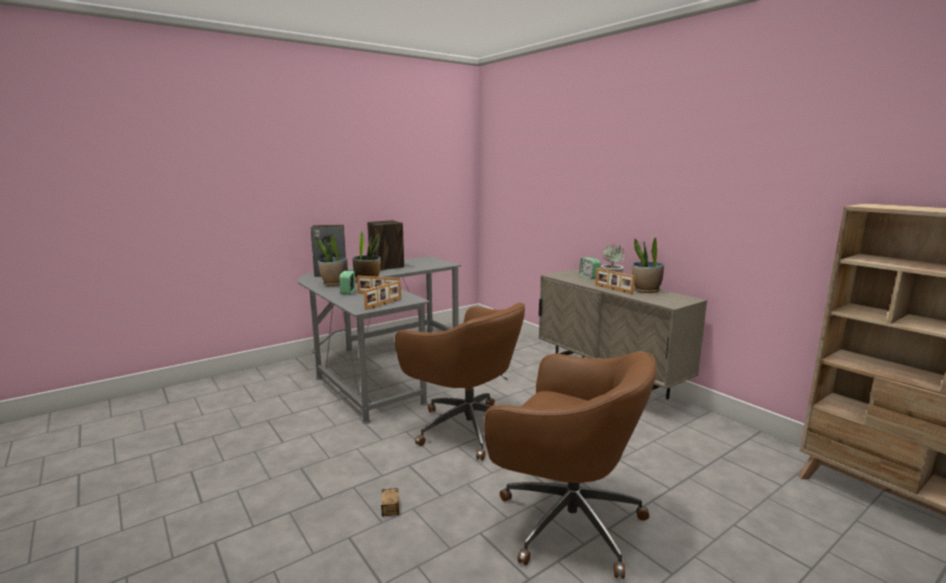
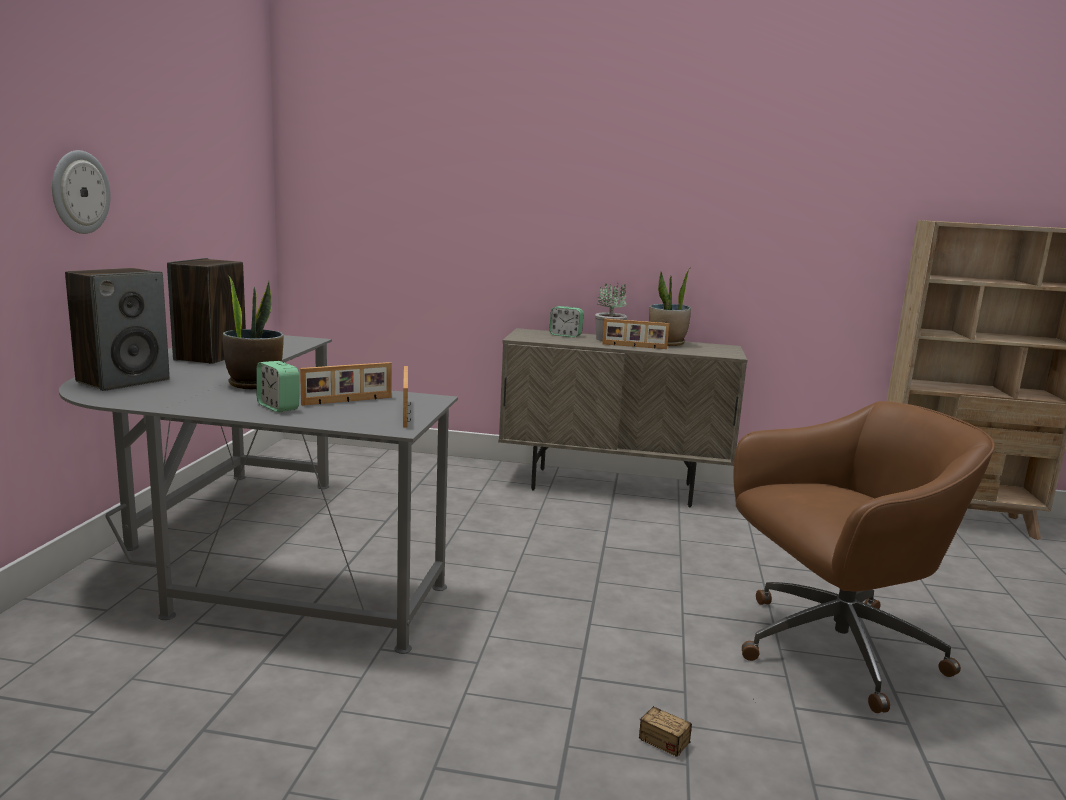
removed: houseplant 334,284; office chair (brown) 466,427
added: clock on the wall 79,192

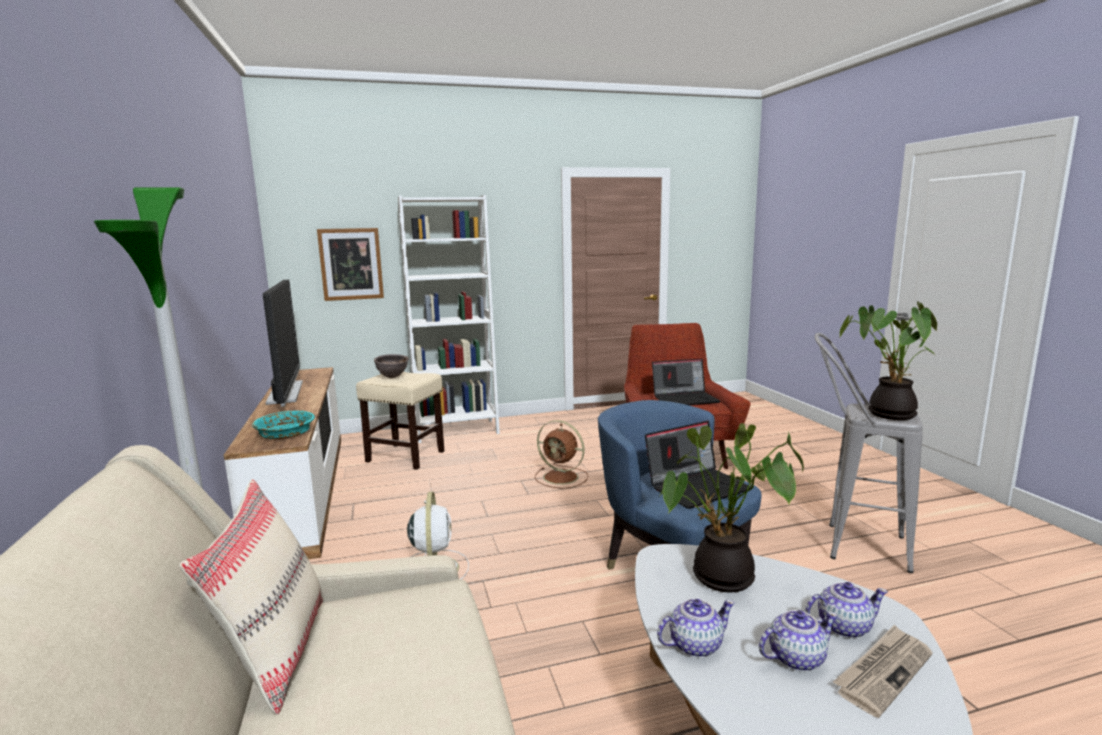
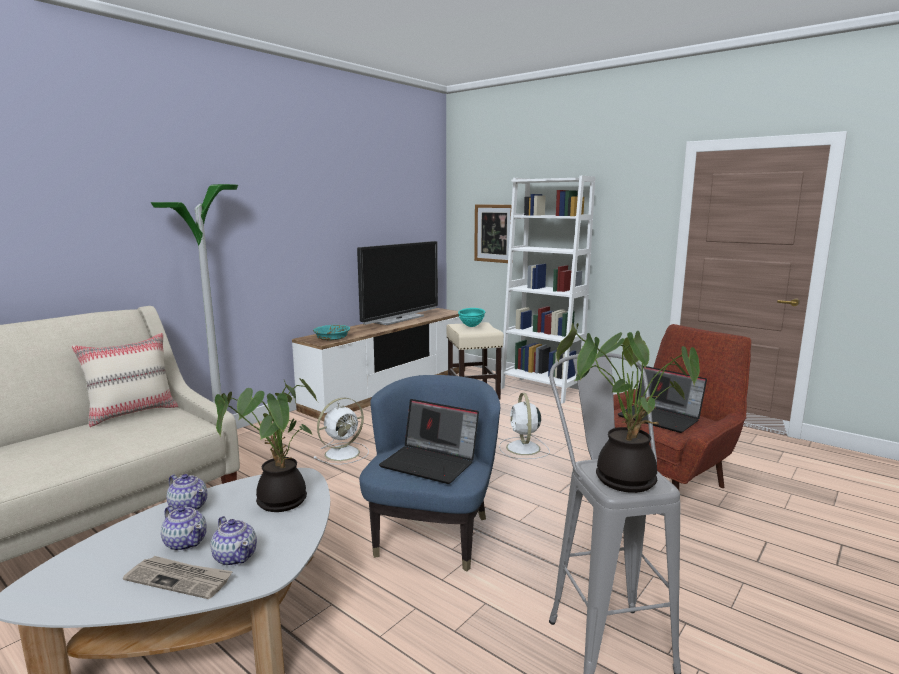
recoloured: serving bowl (brown) 392,377 to serving bowl (blue-green) 471,326; fan (brown) 562,477 to fan (white-coloured) 523,449

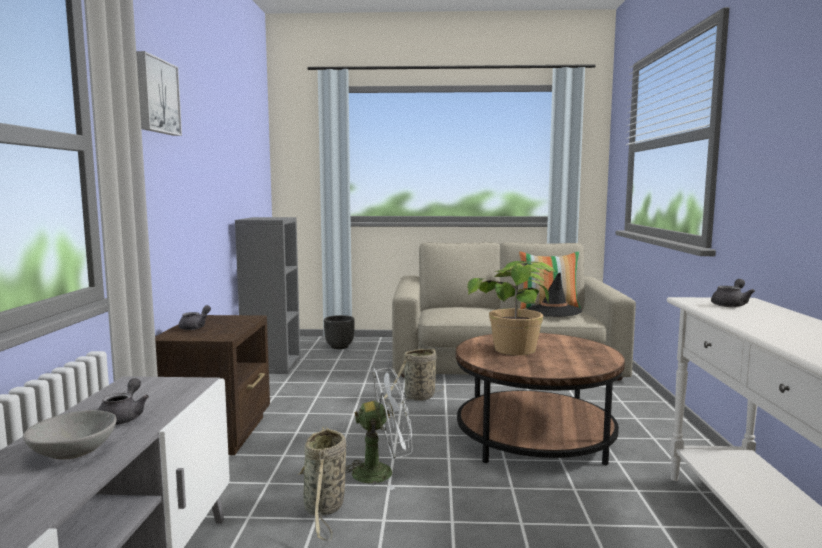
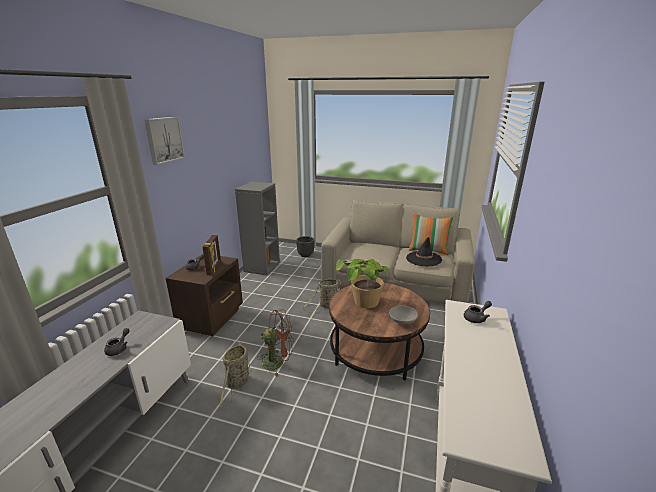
added: photo frame 214,268
moved: serving bowl (greyish) 74,452 to 403,321
recoloured: fan (white-coloured) 381,472 to fan (brown) 278,362

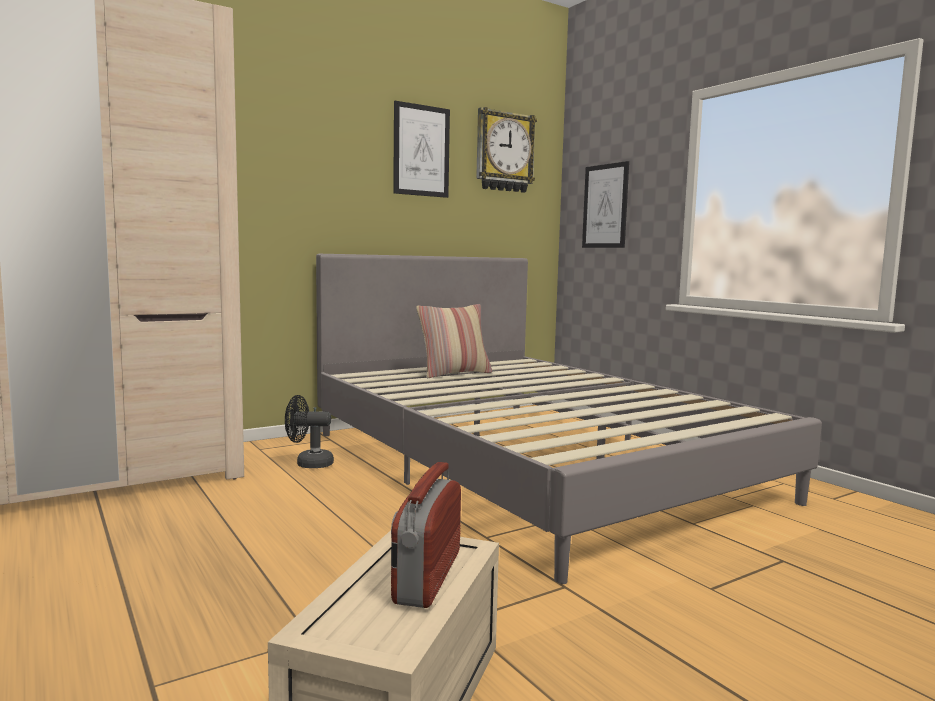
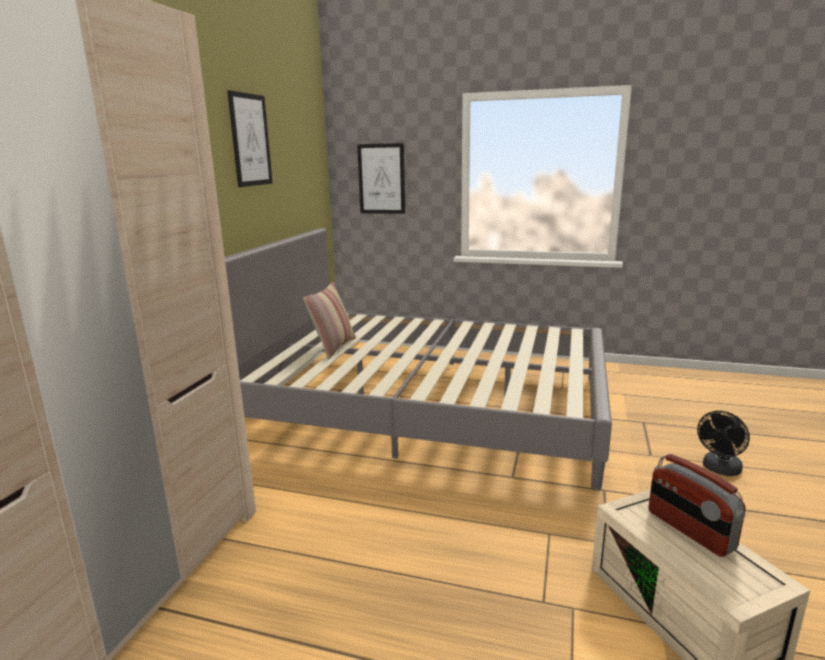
removed: clock on the wall 504,152
moved: fan (black-coloured) 308,464 to 719,470

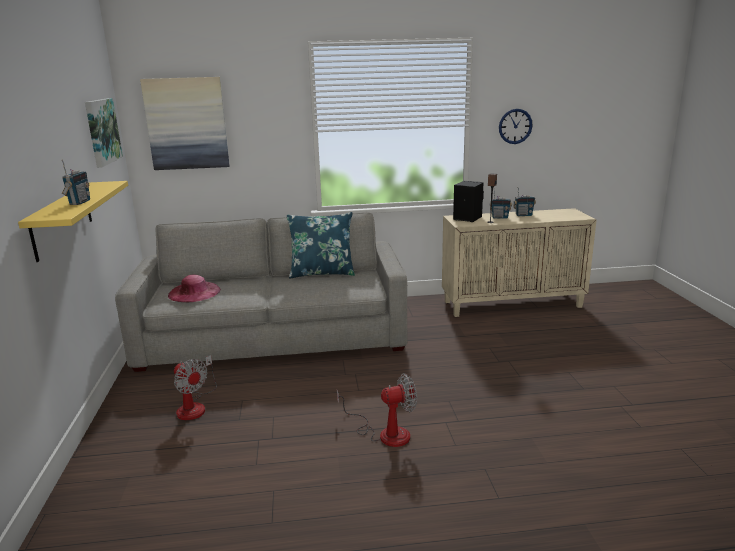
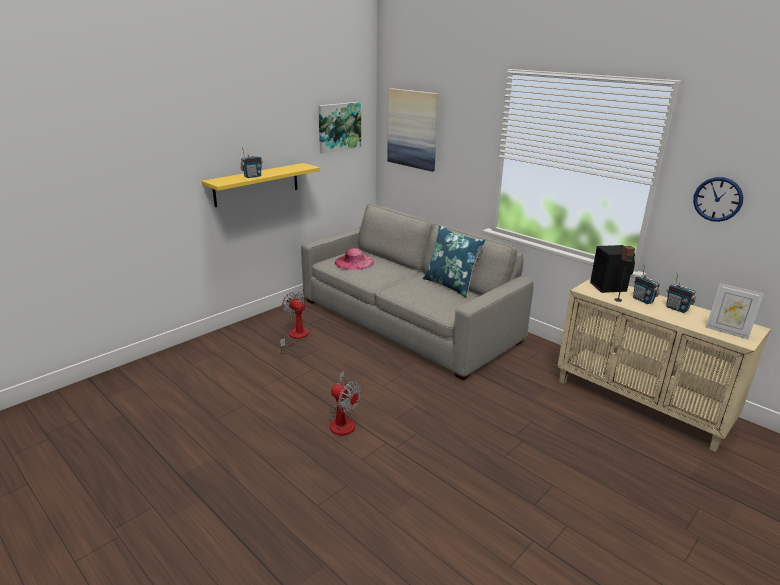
added: photo frame 727,331
turned: fan 195,406 = 296,337 135 degrees clockwise

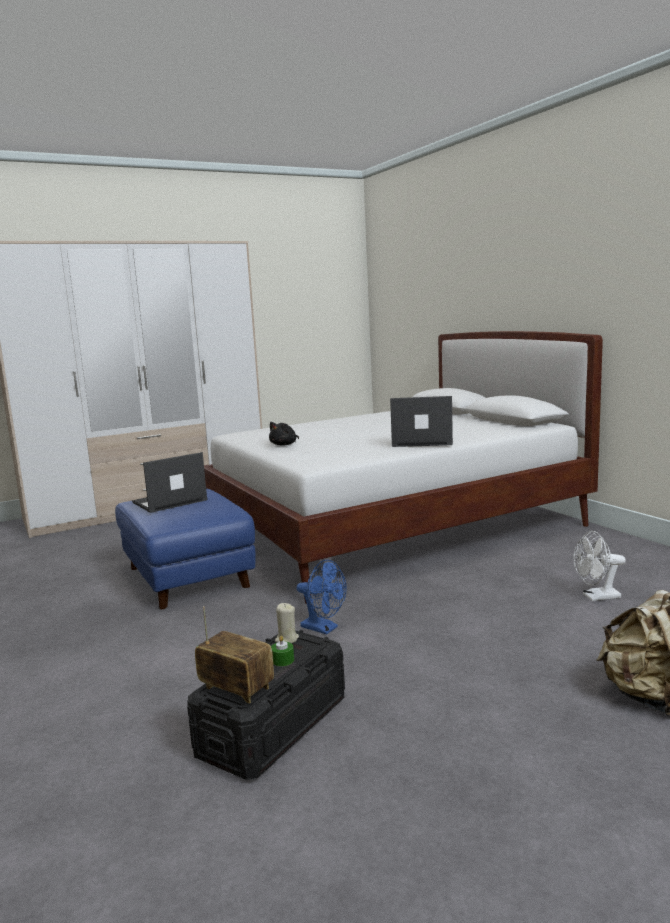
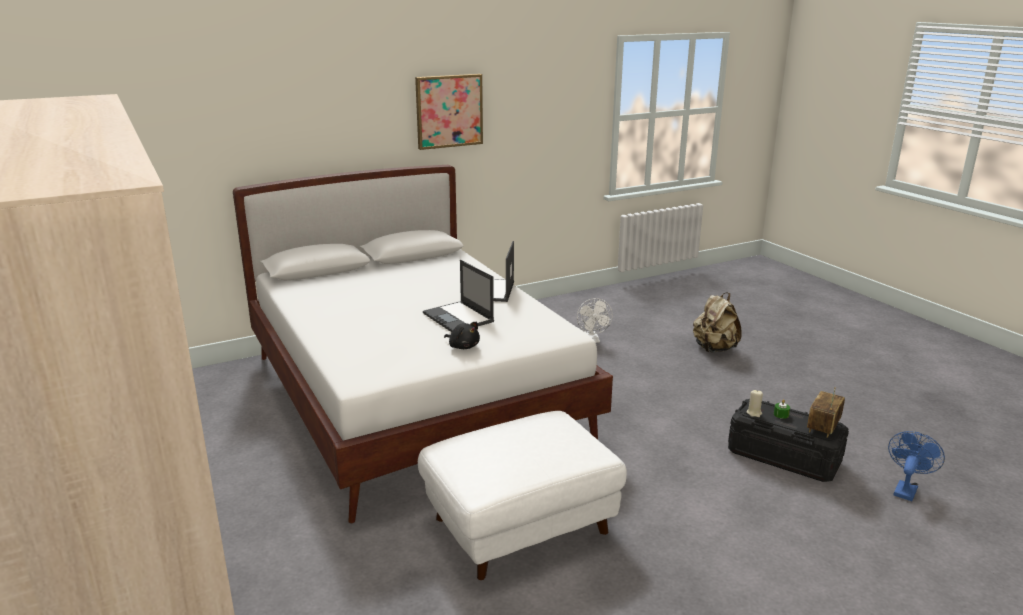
added: wall picture 449,111
moved: notebook computer 169,501 to 459,317; fan (blue-coloured) 324,628 to 906,489
recoloured: ottoman (blue-coloured) 189,577 to ottoman (white-coloured) 520,524

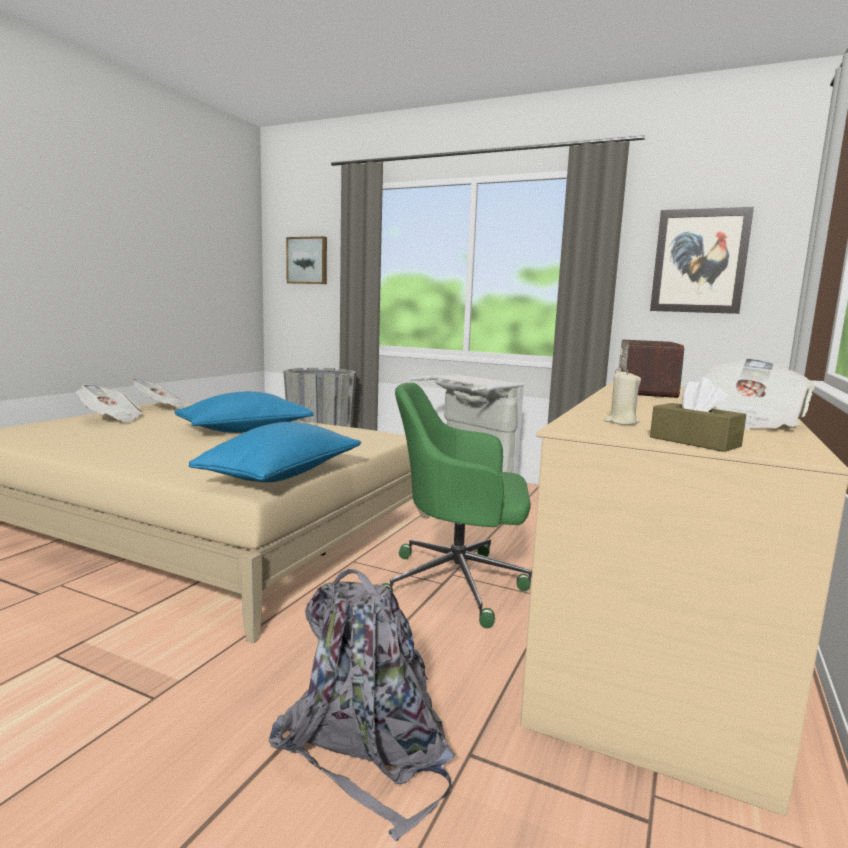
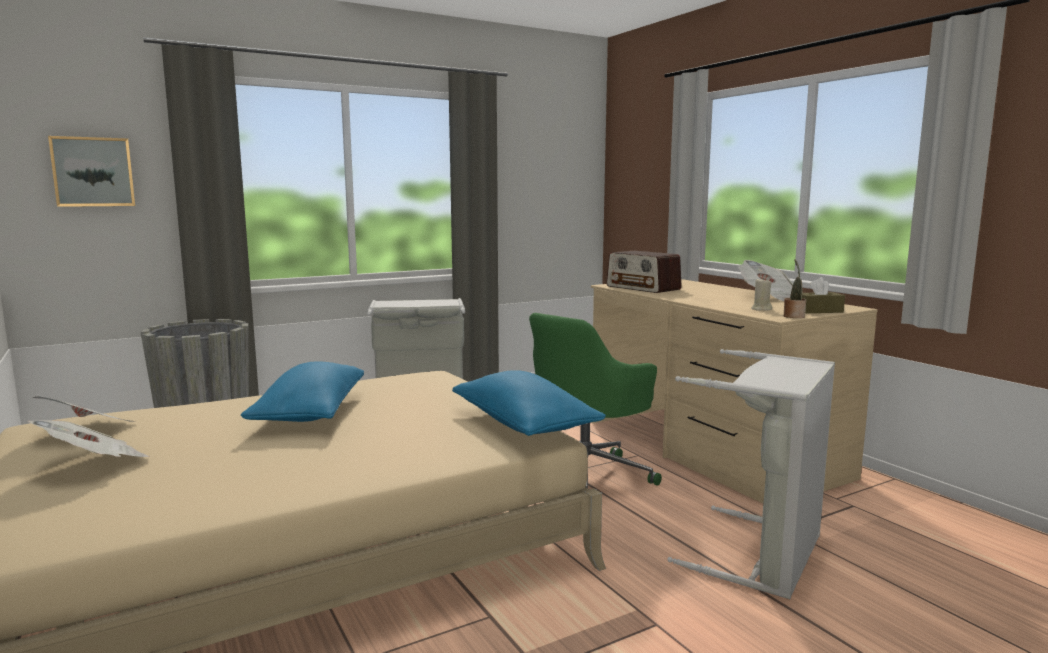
removed: wall picture 699,261
added: houseplant 793,316
replaced: backpack (greyish) 369,747 to washing basket (greyish) 765,555

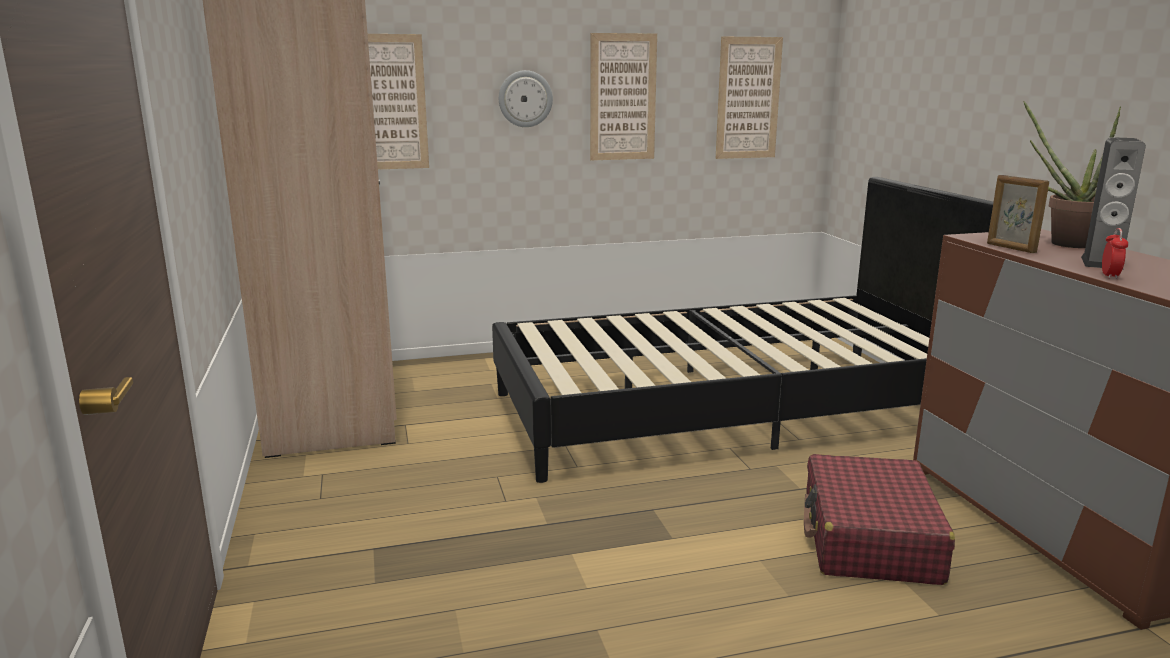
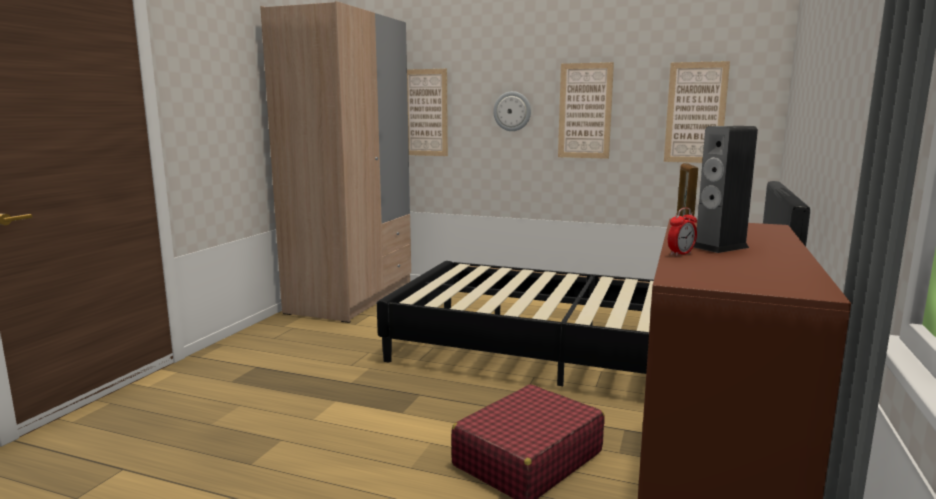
removed: houseplant 1061,243

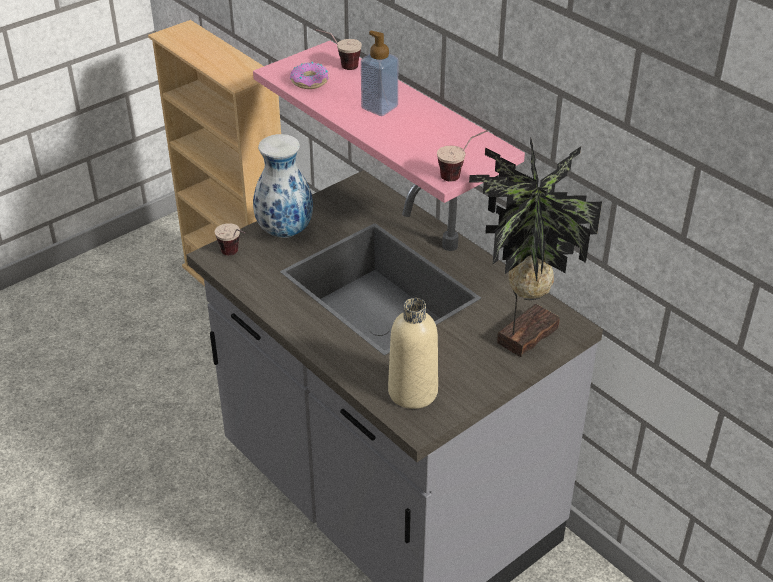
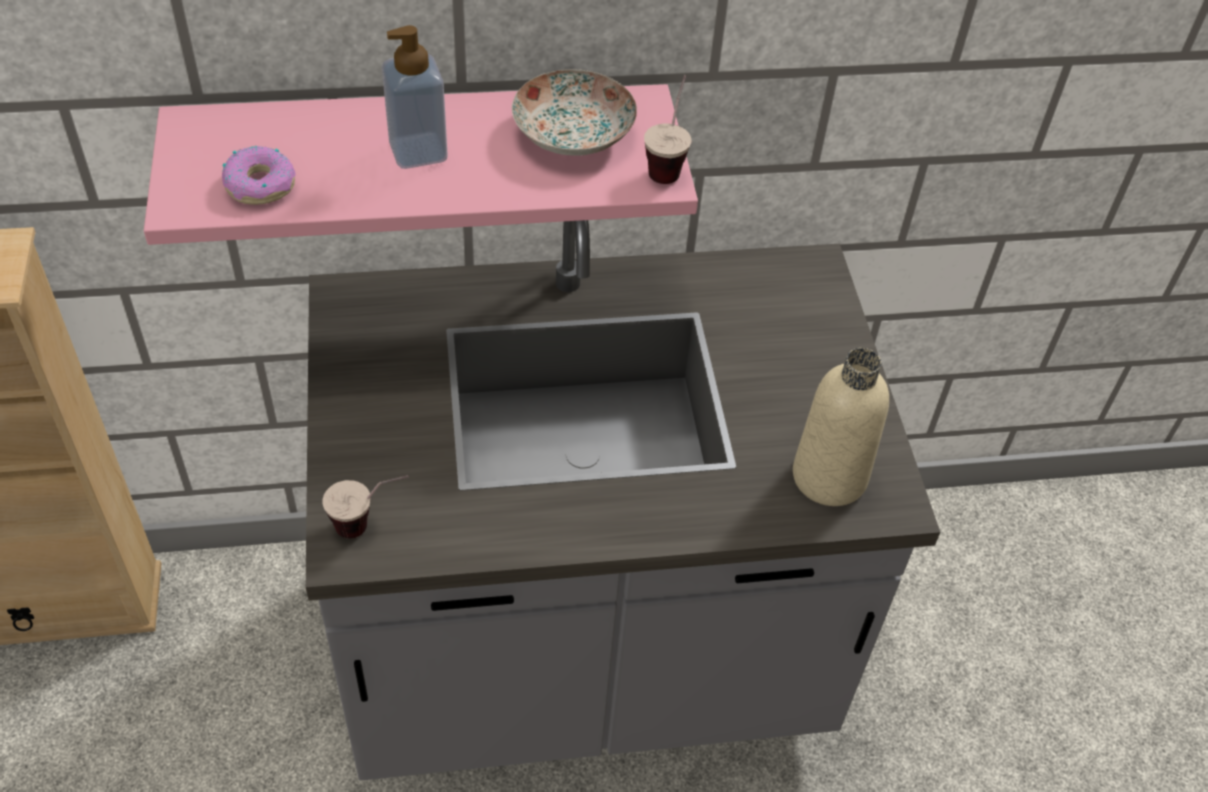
removed: small cup 339,66; decorative vase 285,232; houseplant 523,334
added: plate 574,134

